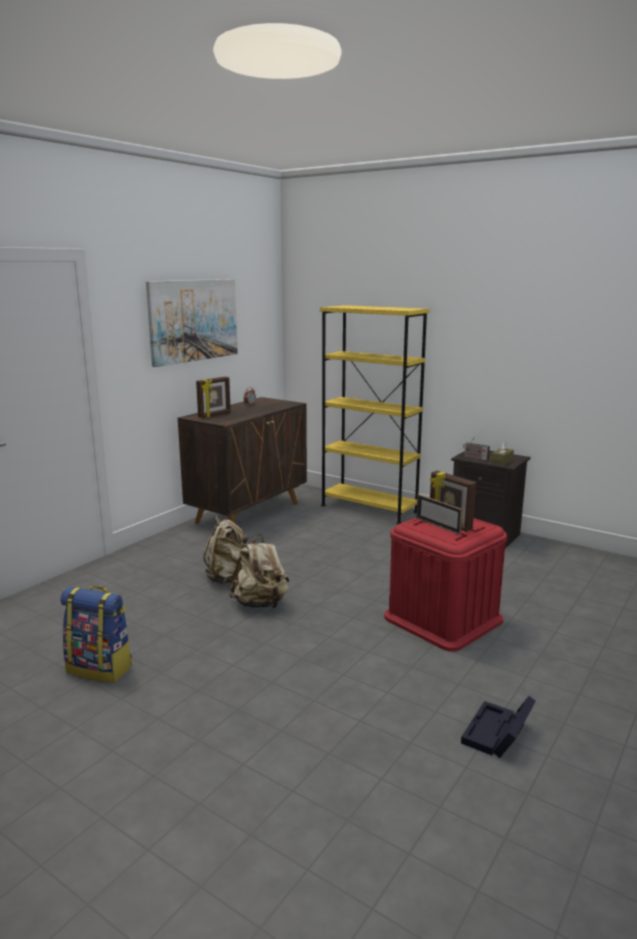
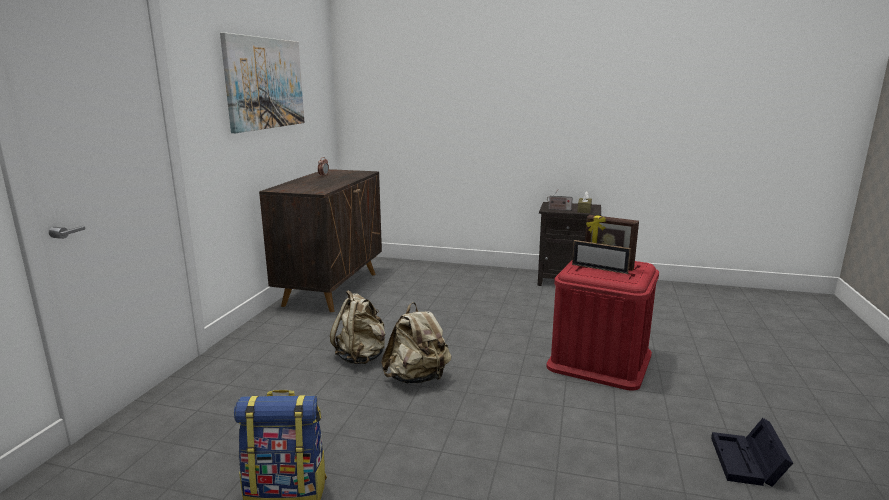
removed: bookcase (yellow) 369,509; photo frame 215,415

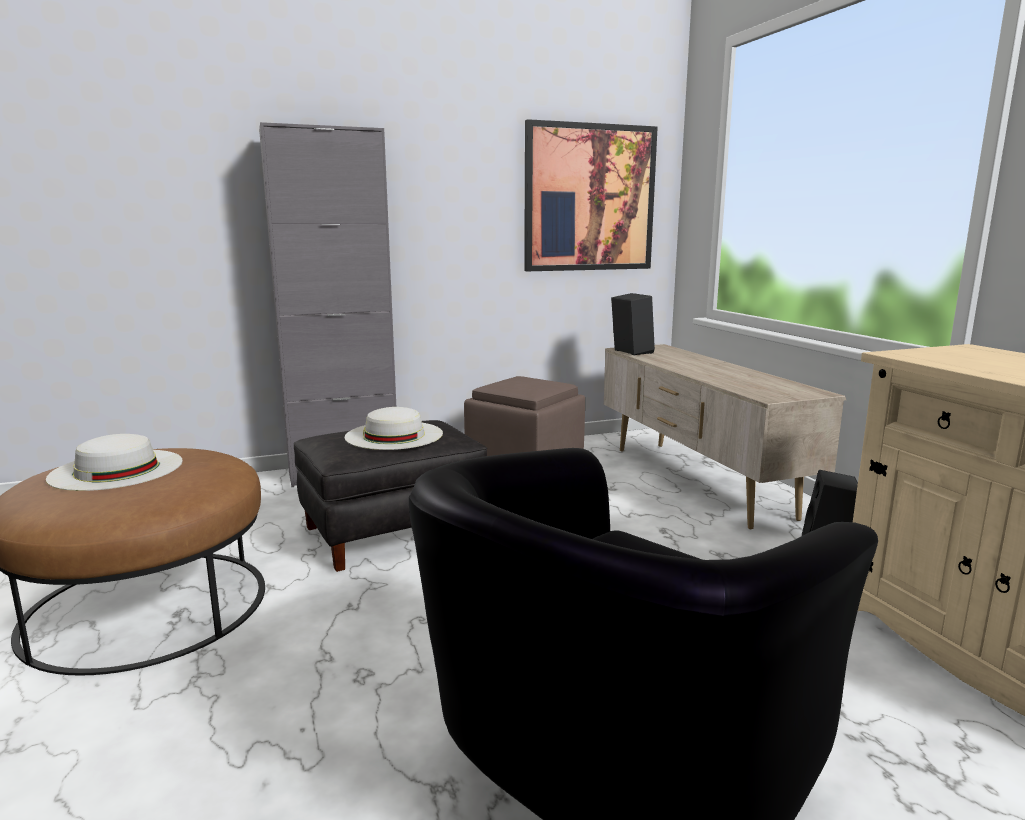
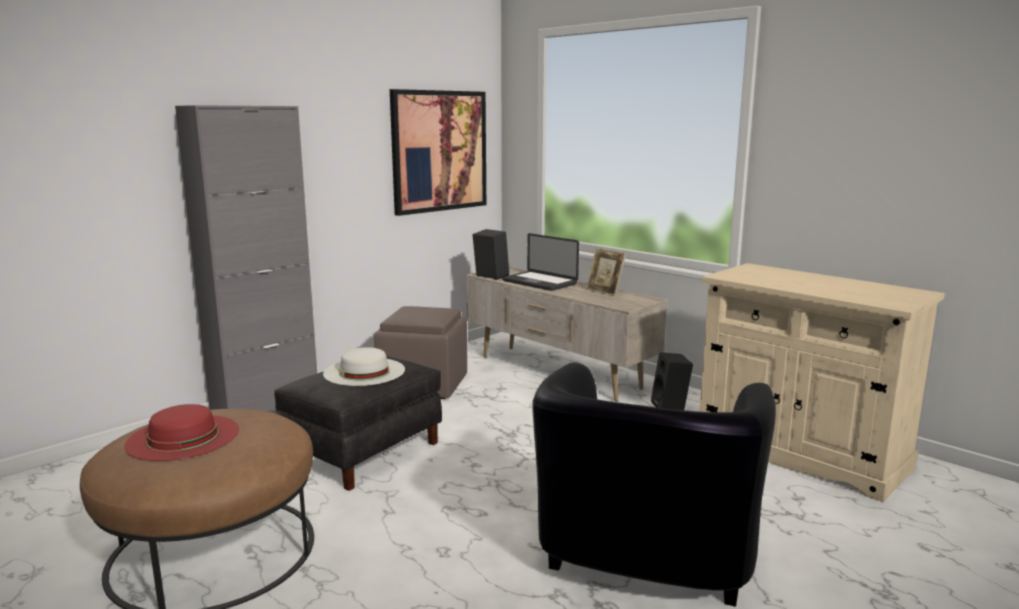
added: notebook computer 539,282; photo frame 604,292
recoloured: hat (white-coloured) 117,469 to hat (reddish) 183,437

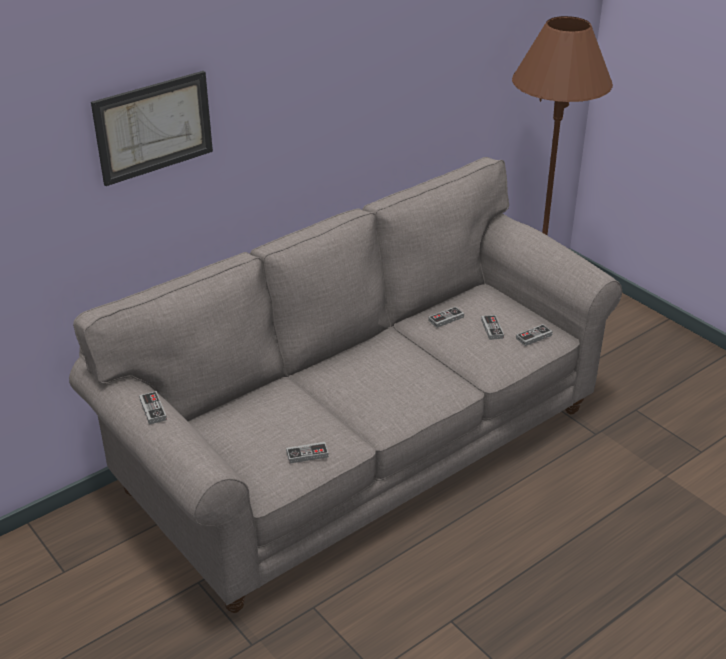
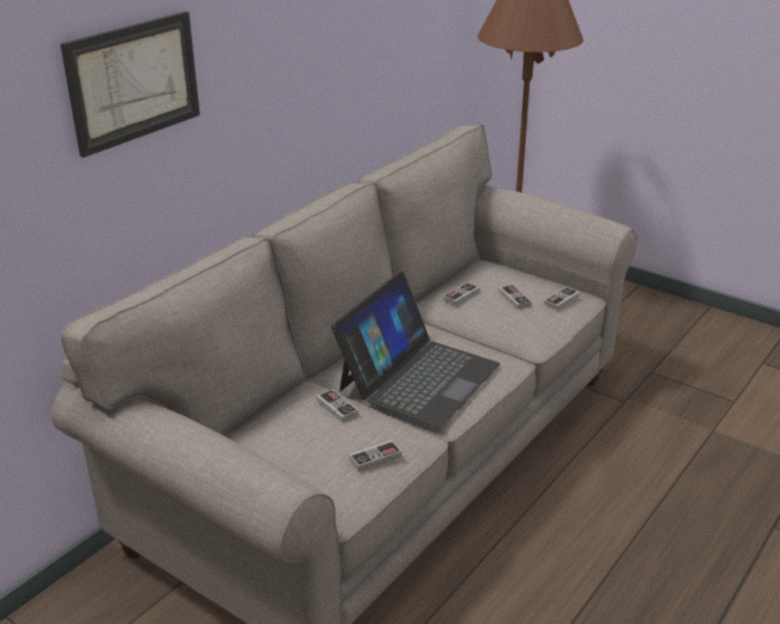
added: notebook computer 418,376
moved: joypad 153,409 to 337,408

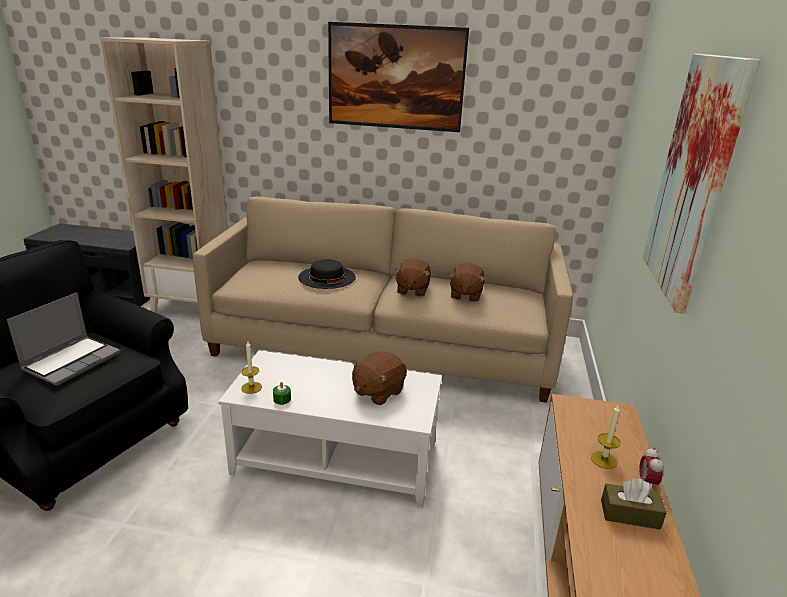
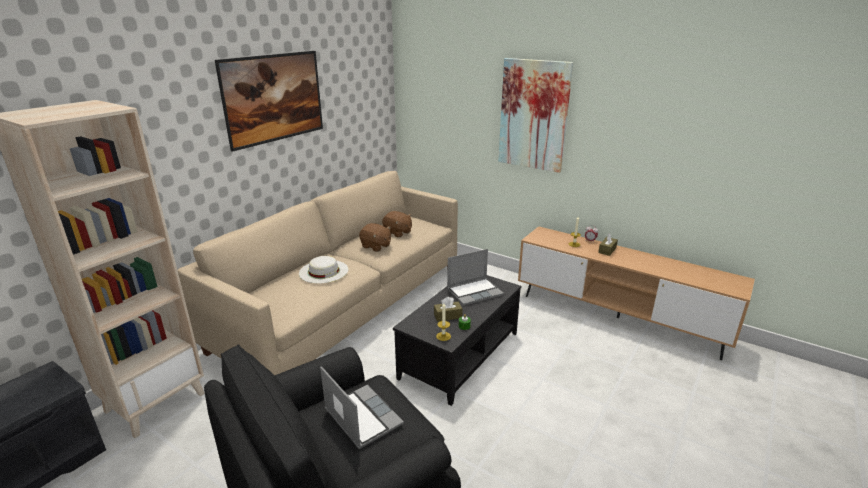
added: tissue box (brown) 448,316
replaced: cuddly toy (brown) 377,392 to notebook computer 475,292
recoloured: hat (black-coloured) 327,277 to hat (white-coloured) 323,271; lounge table (white-coloured) 336,457 to lounge table (black-coloured) 459,354

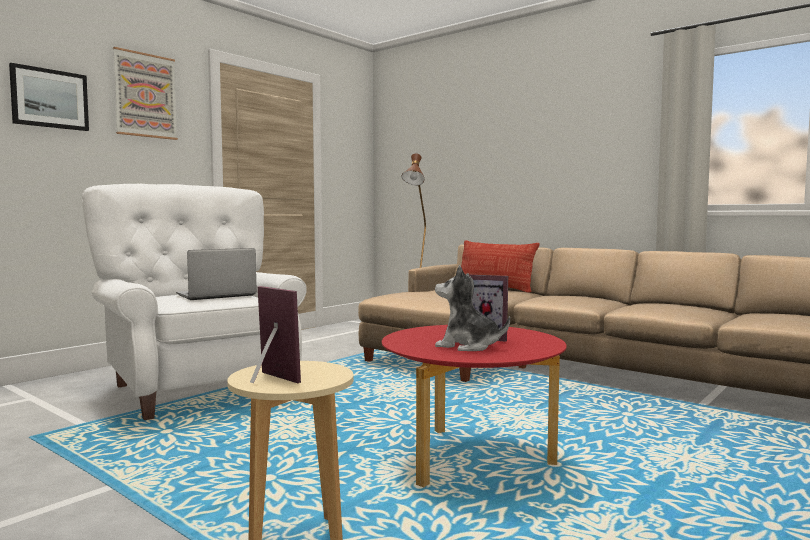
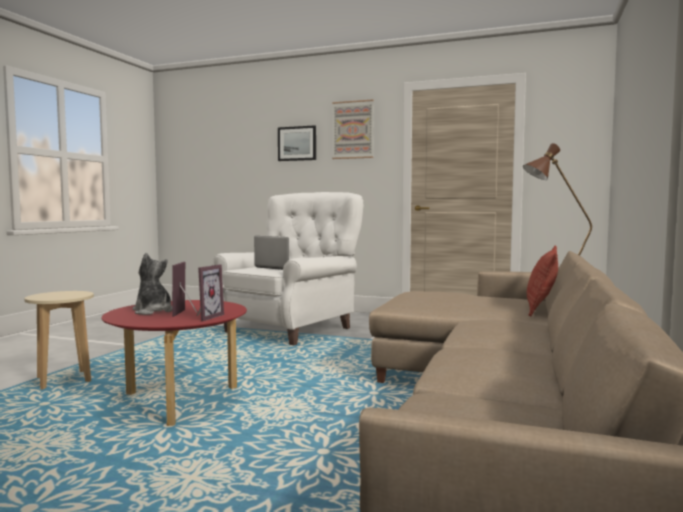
moved: photo frame 267,380 to 205,317
turned: cuddly toy 467,346 = 153,311 45 degrees counterclockwise

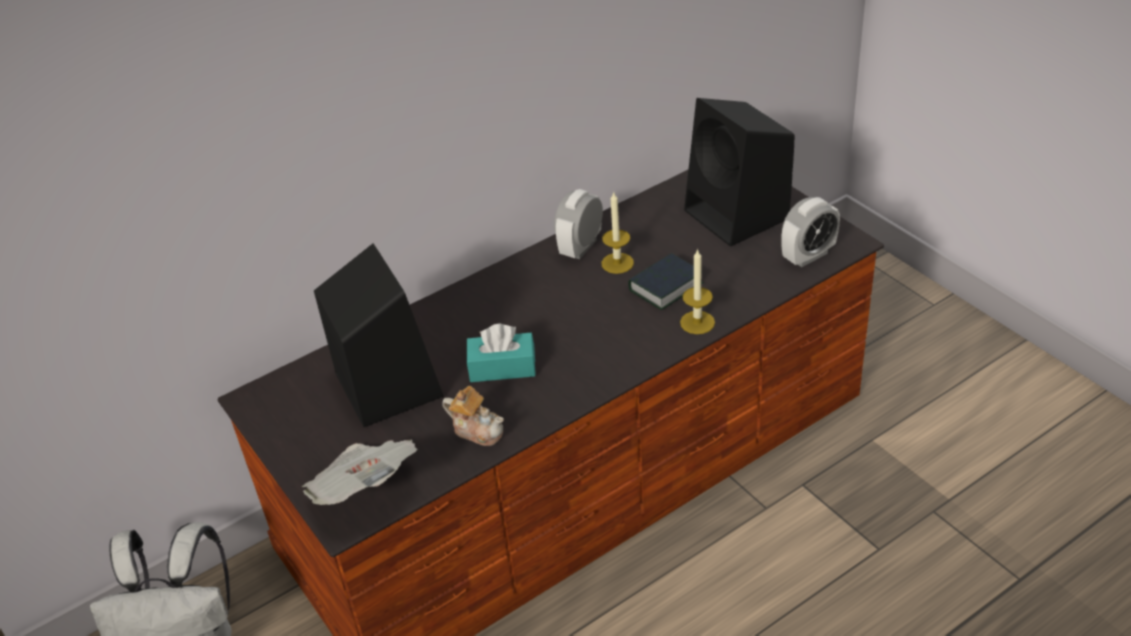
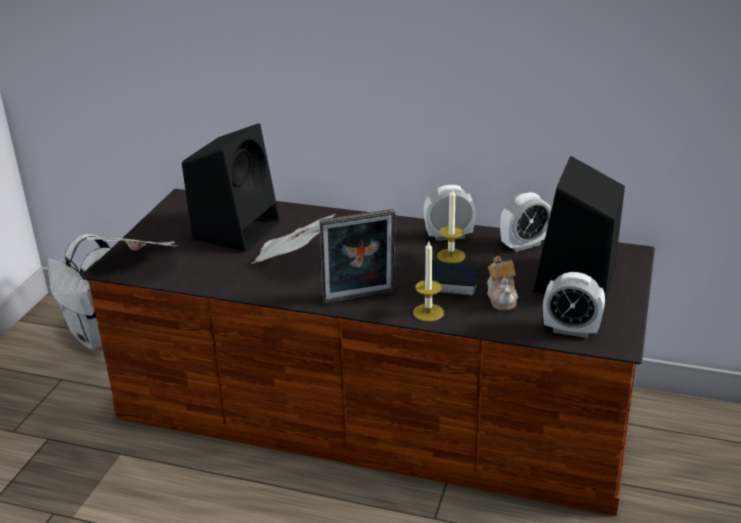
added: table clock 524,245; photo frame 359,299
moved: teapot 477,430 to 502,298
replaced: tissue box (blue-green) 502,367 to daily paper 294,259

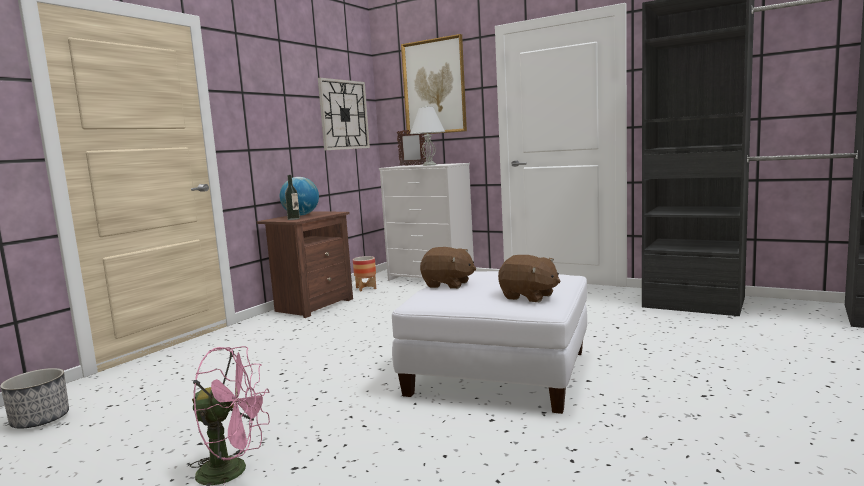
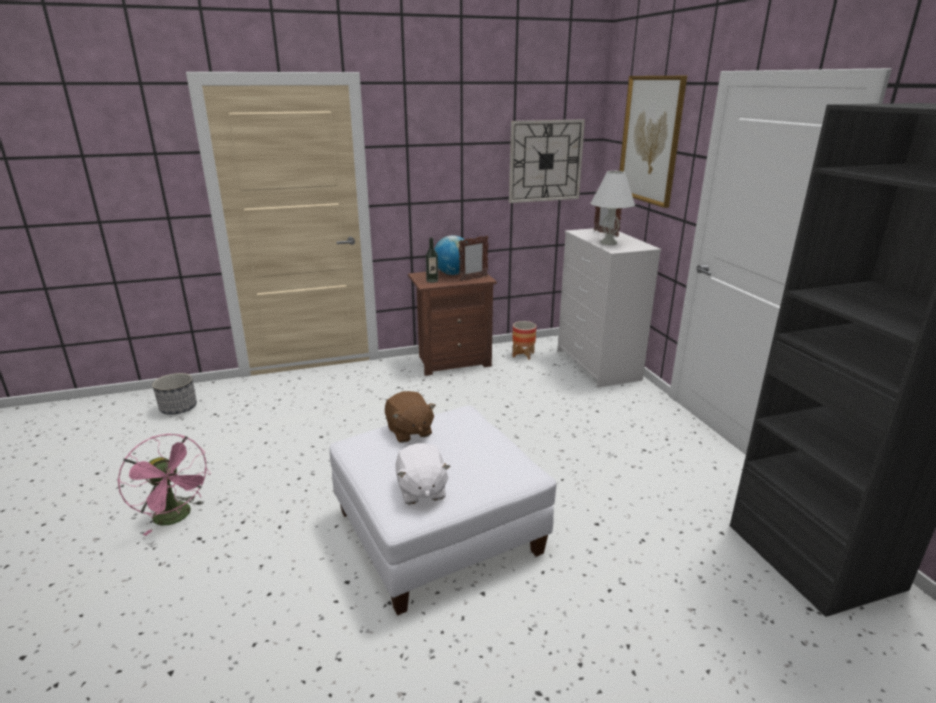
added: photo frame 473,279
recoloured: cuddly toy (brown) 528,297 to cuddly toy (white-coloured) 421,490

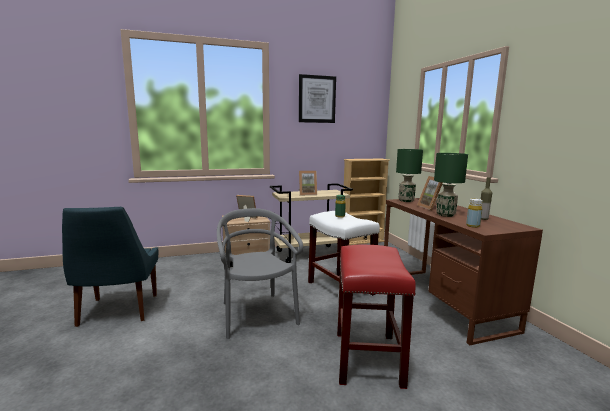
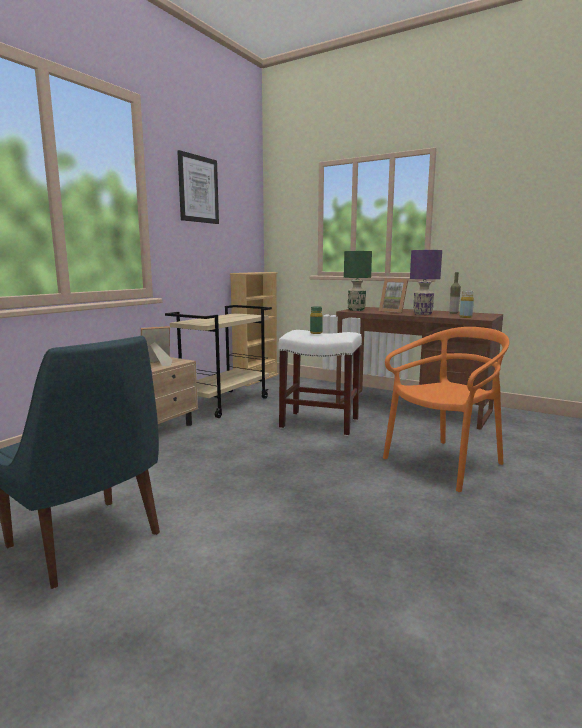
removed: photo frame 307,194; chair (greyish) 257,315
replaced: sitting stool (reddish) 368,358 to chair (orangey) 444,463
recoloured: table lamp (greenish) 445,214 to table lamp (purplish) 422,314

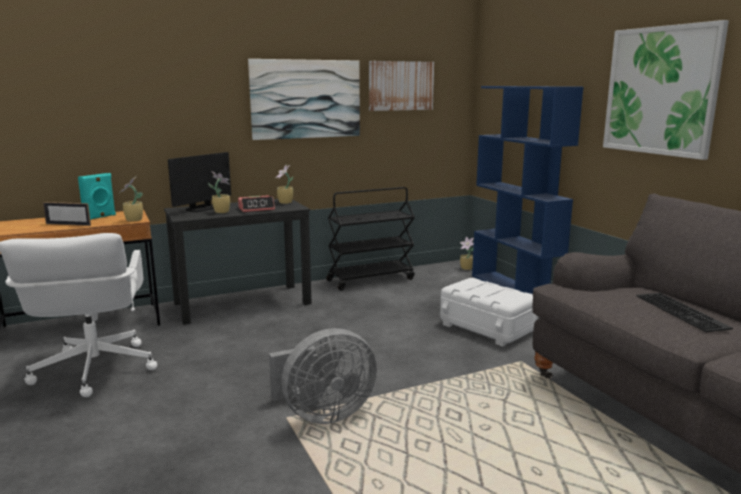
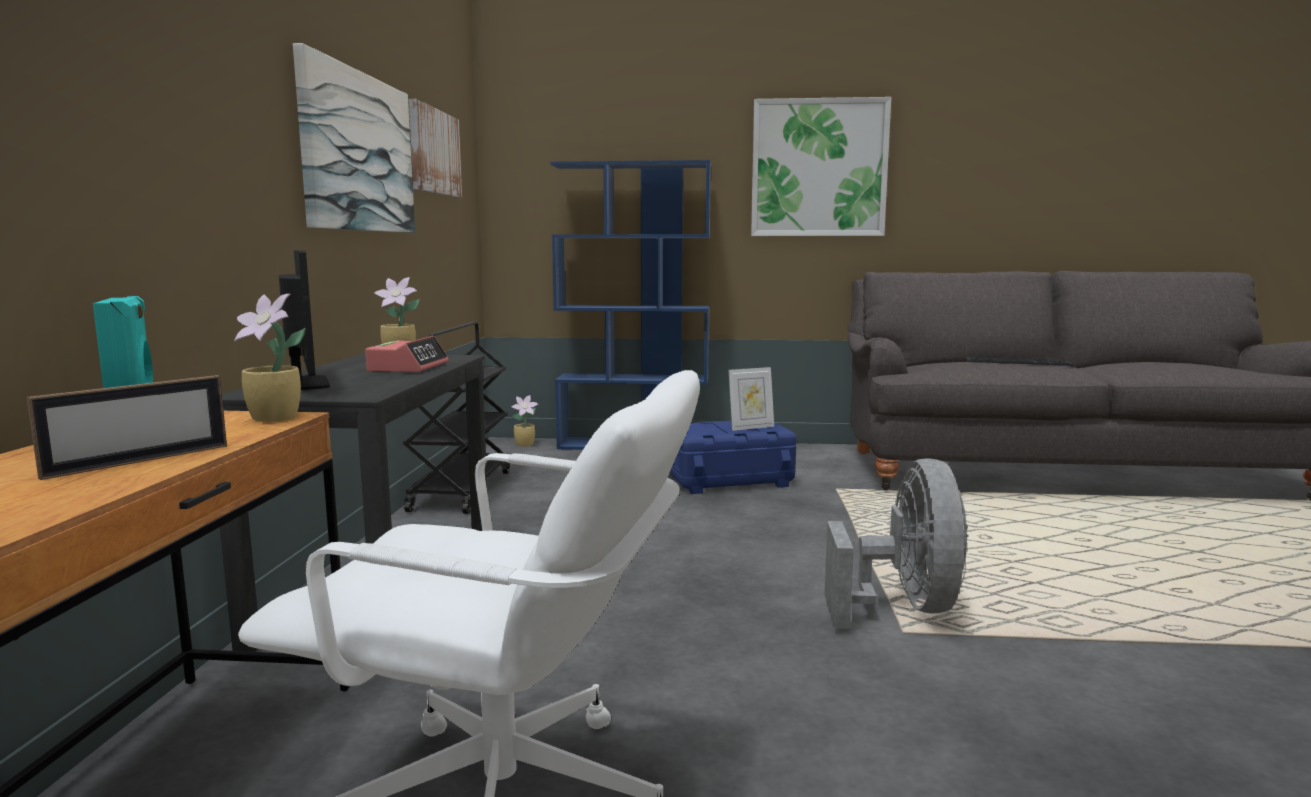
removed: houseplant 221,212
added: photo frame 751,427
recoloured: storage box (white-coloured) 487,327 to storage box (blue-coloured) 728,480

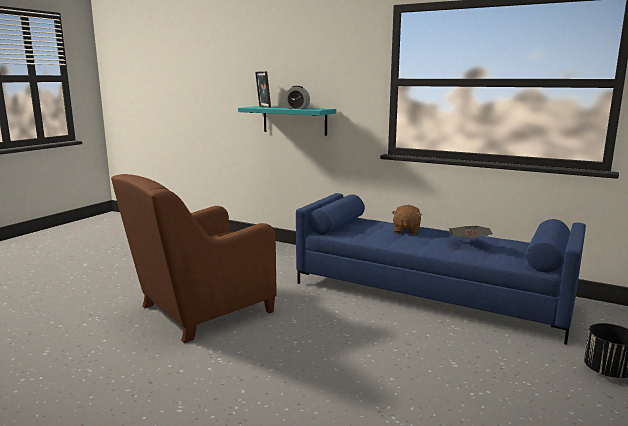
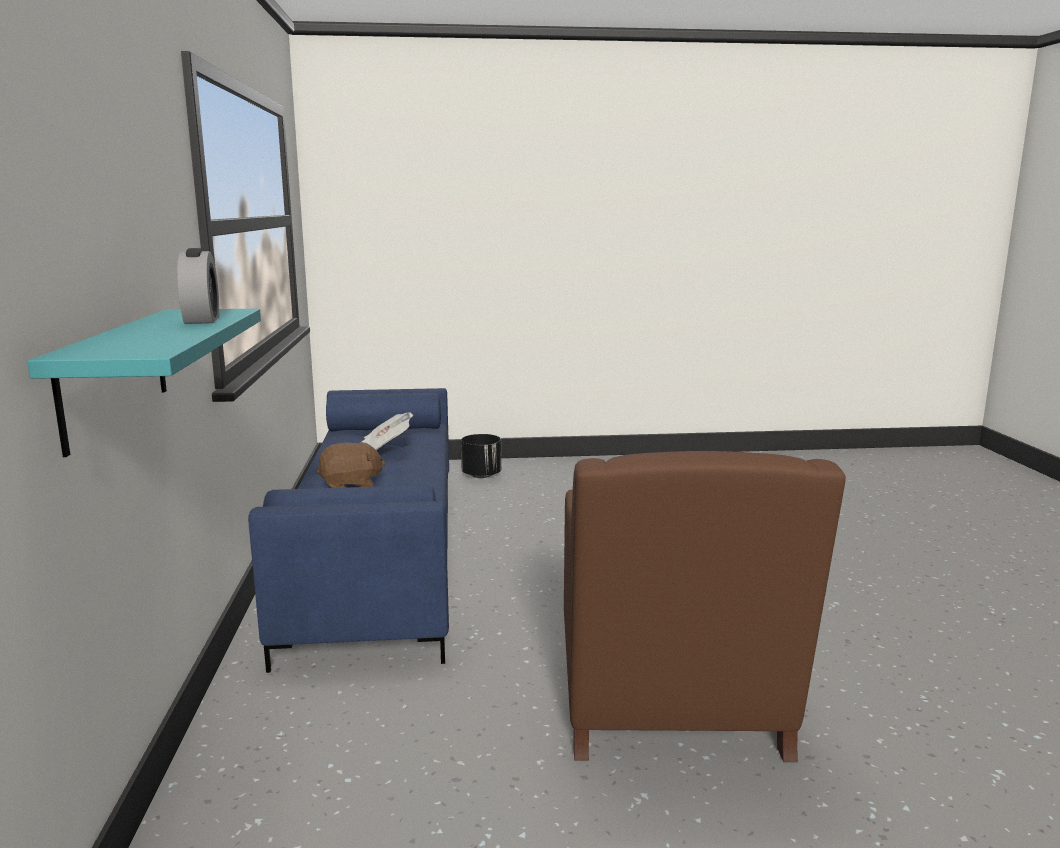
removed: photo frame 263,107
turned: armchair (brown) 200,311 = 670,705 75 degrees clockwise

